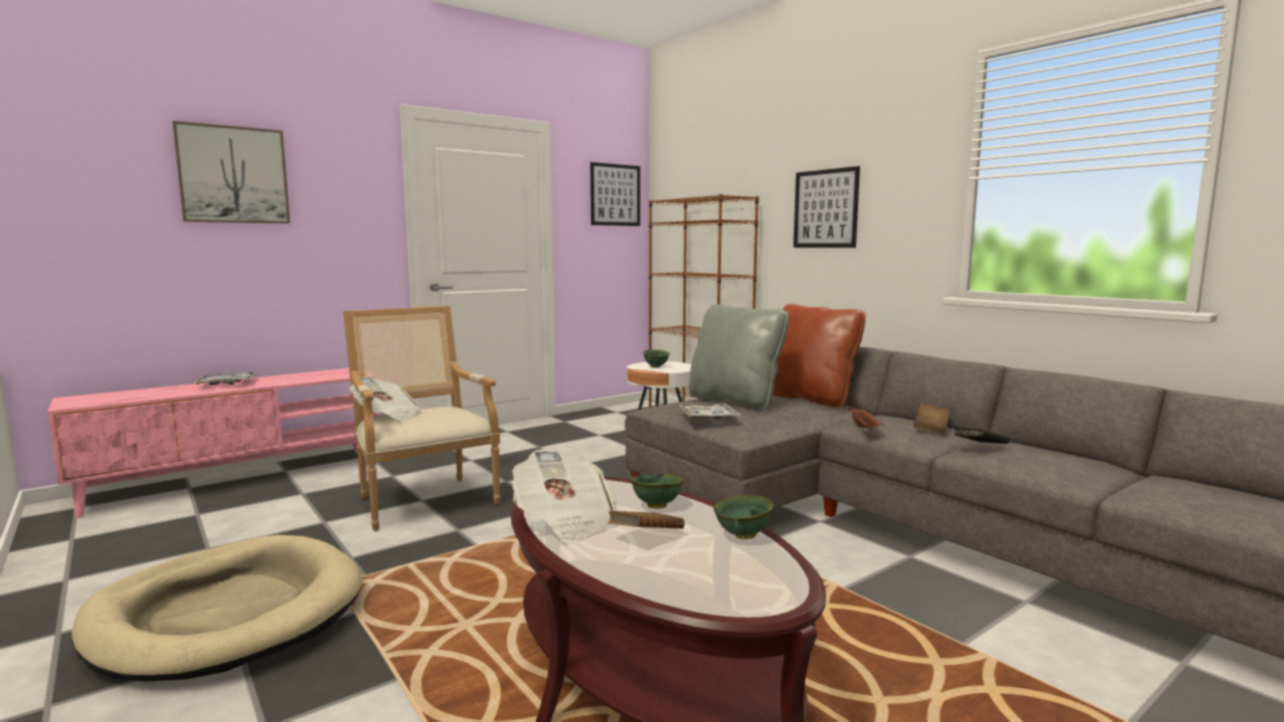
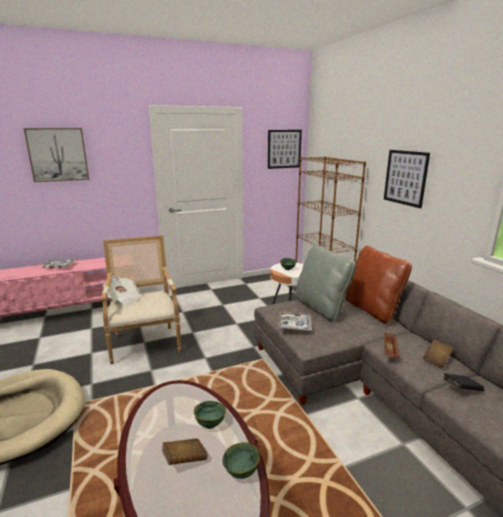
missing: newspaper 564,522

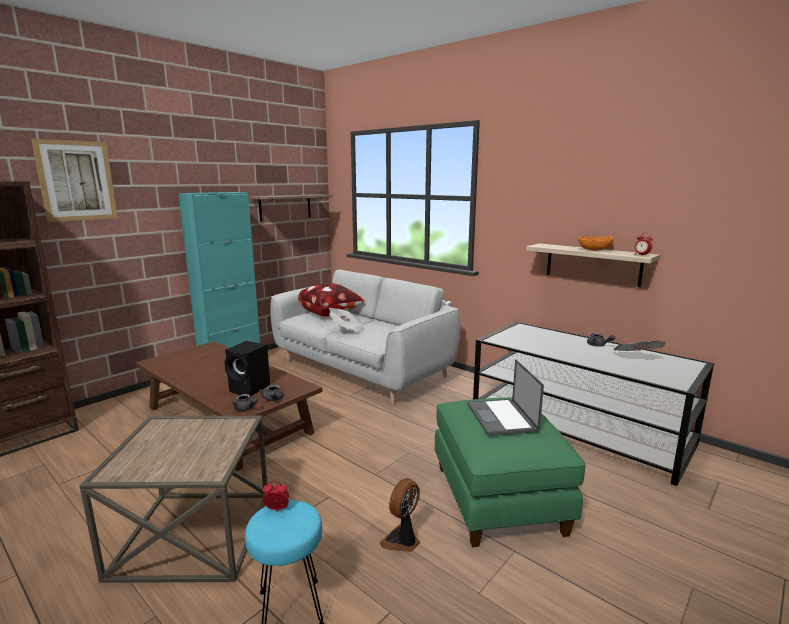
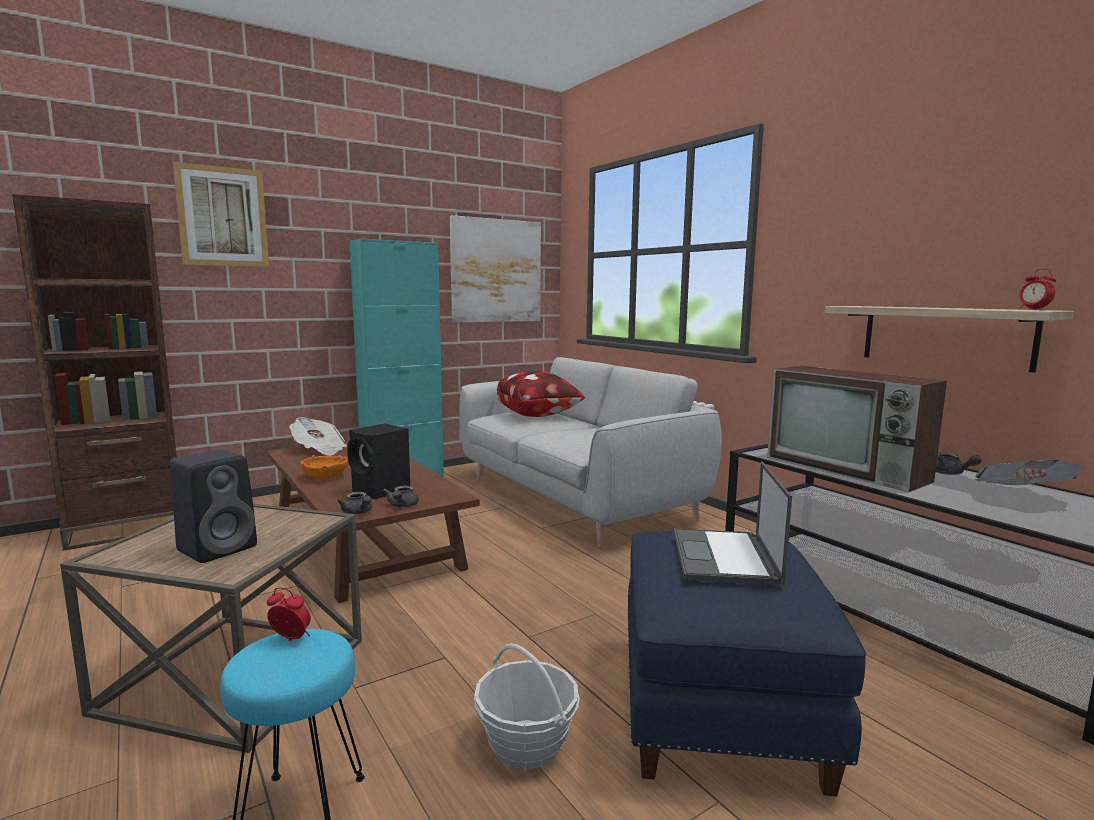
appeared: television 848,469; black speaker 219,548
relocated: orange bowl 594,250 to 325,477; newspaper 347,330 to 319,450
exchanged: shelf 285,207 to picture 496,271; fan 402,541 to basket 526,743
colour: green ottoman 499,499 to blue ottoman 721,707

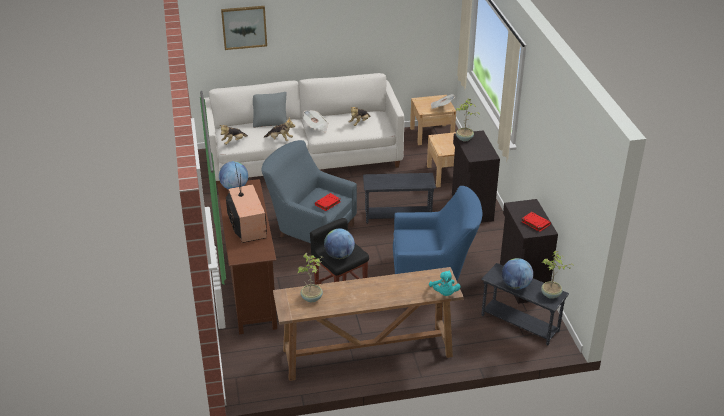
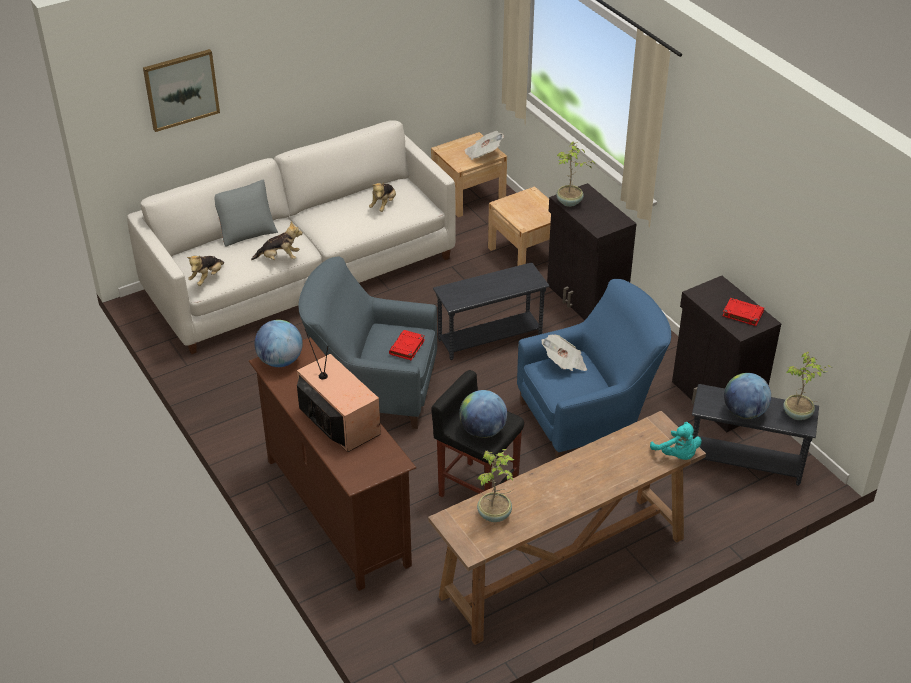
relocated: newspaper 316,127 to 564,363

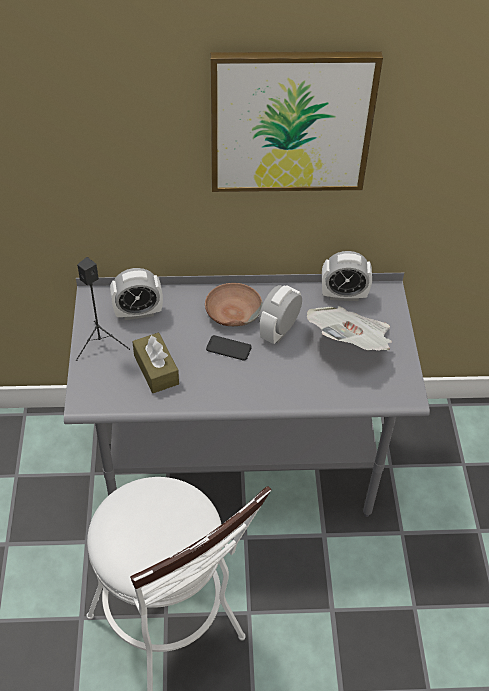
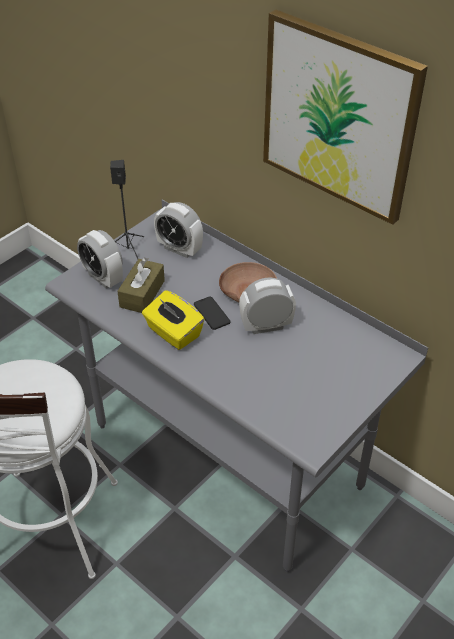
missing: newspaper 351,343
appeared: yellow tissue box 173,333
relocated: alarm clock 343,295 to 103,278

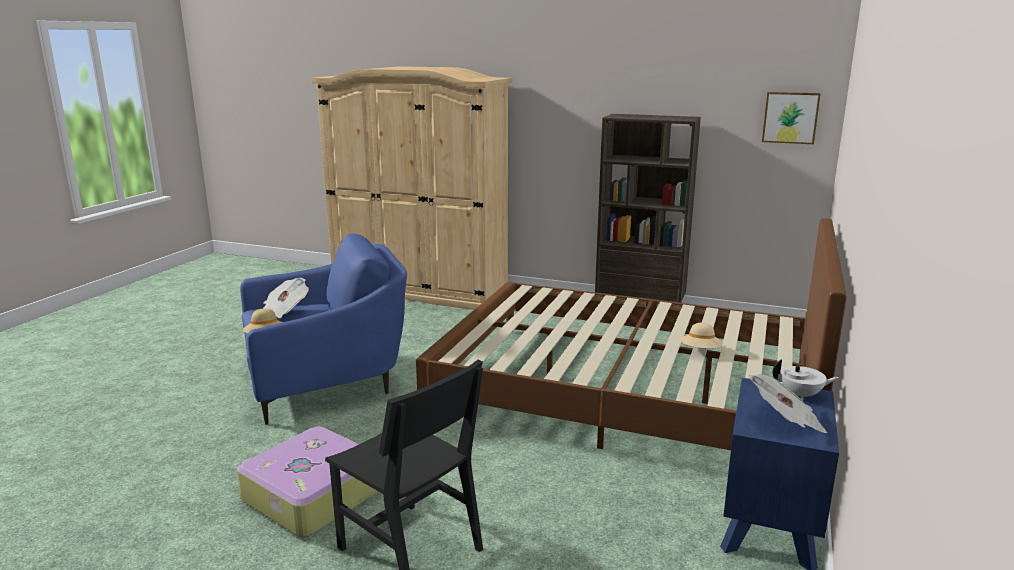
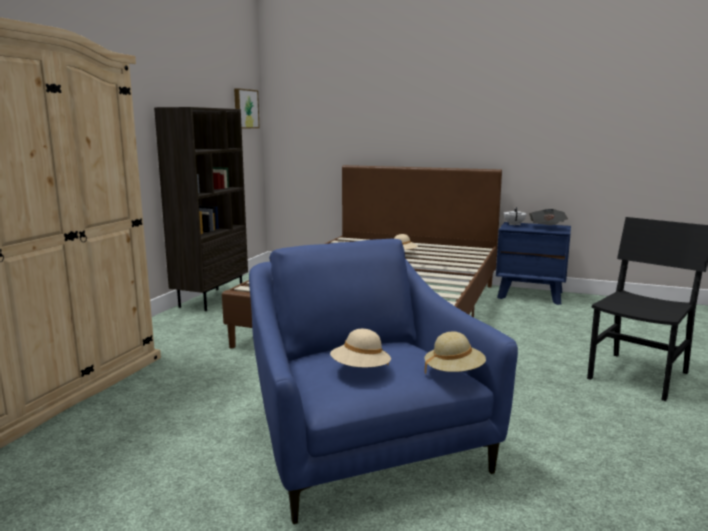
missing: suitcase 311,494
exchanged: newspaper 283,312 to beige hat 360,370

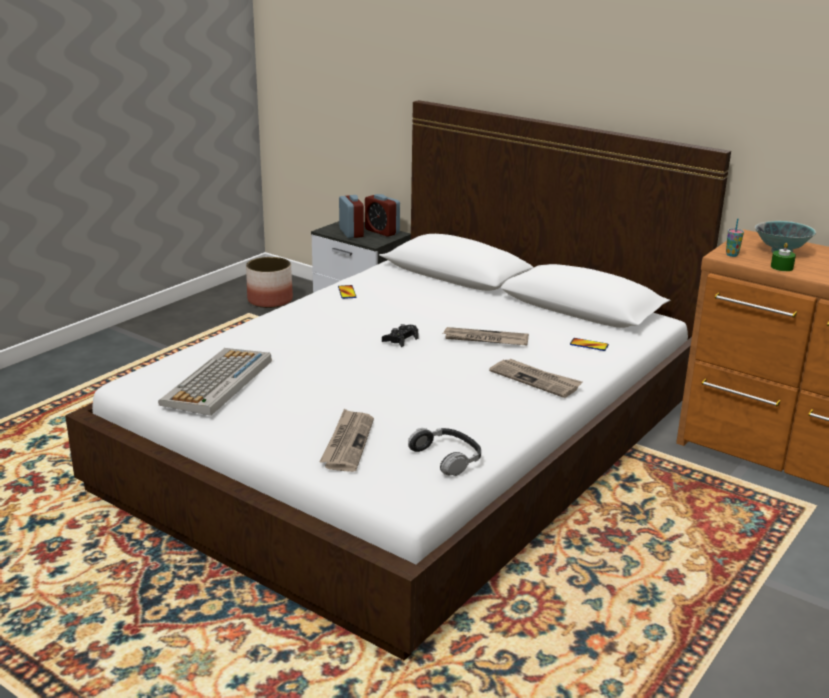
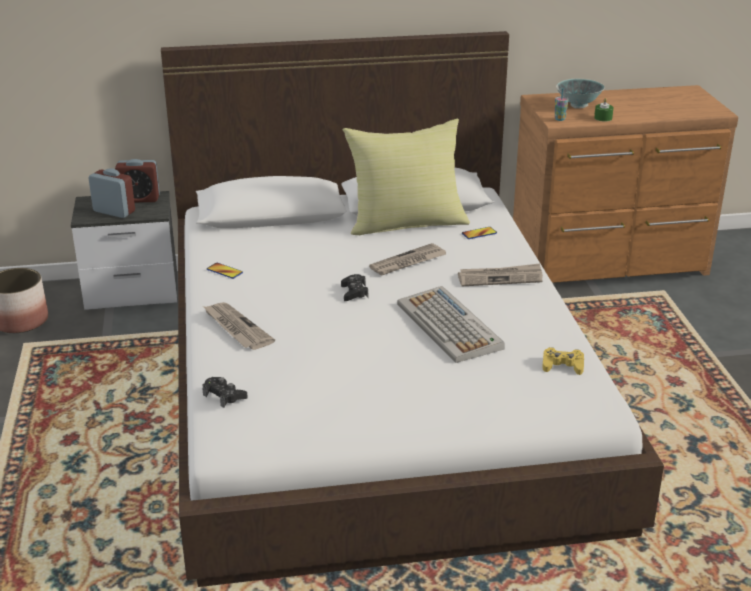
appeared: yellow pillow 406,223; black game controller 224,396
relocated: keyboard 218,383 to 450,326; newspaper 347,443 to 236,328
exchanged: headphones 447,457 to yellow game controller 562,365

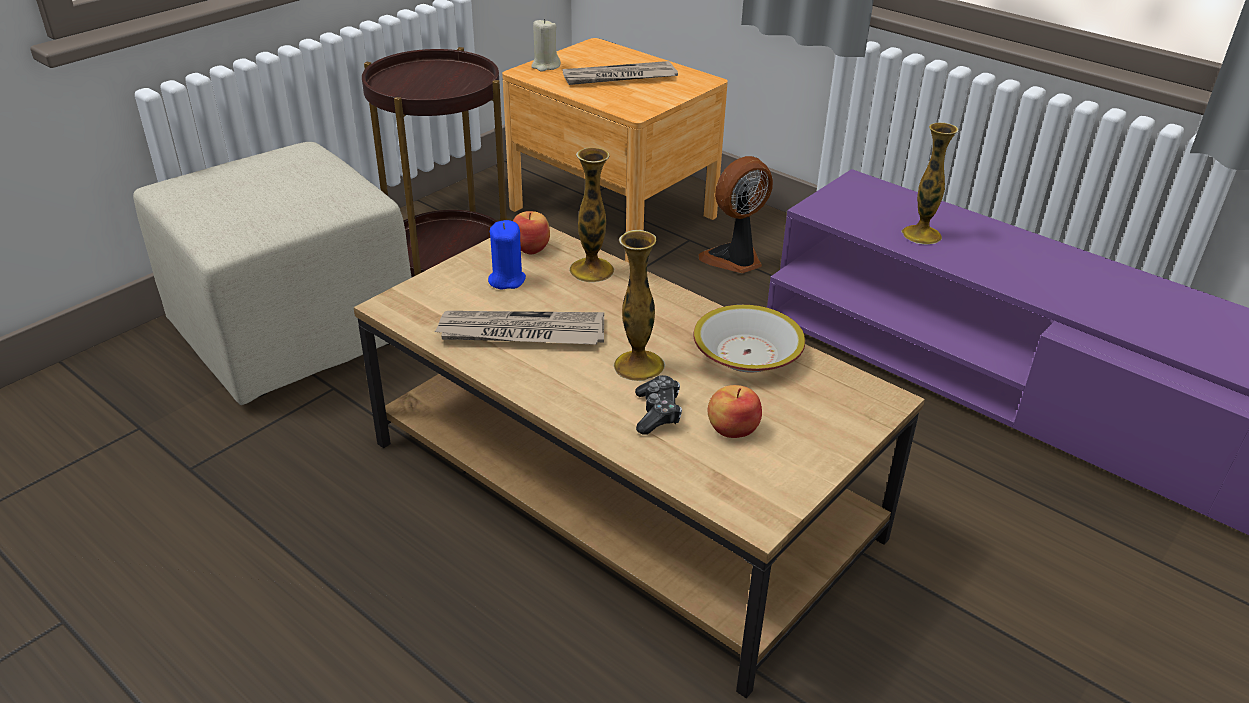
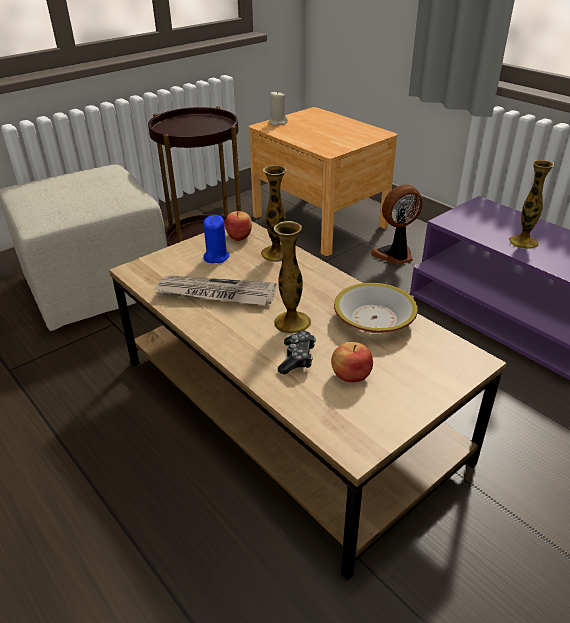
missing: newspaper 618,77

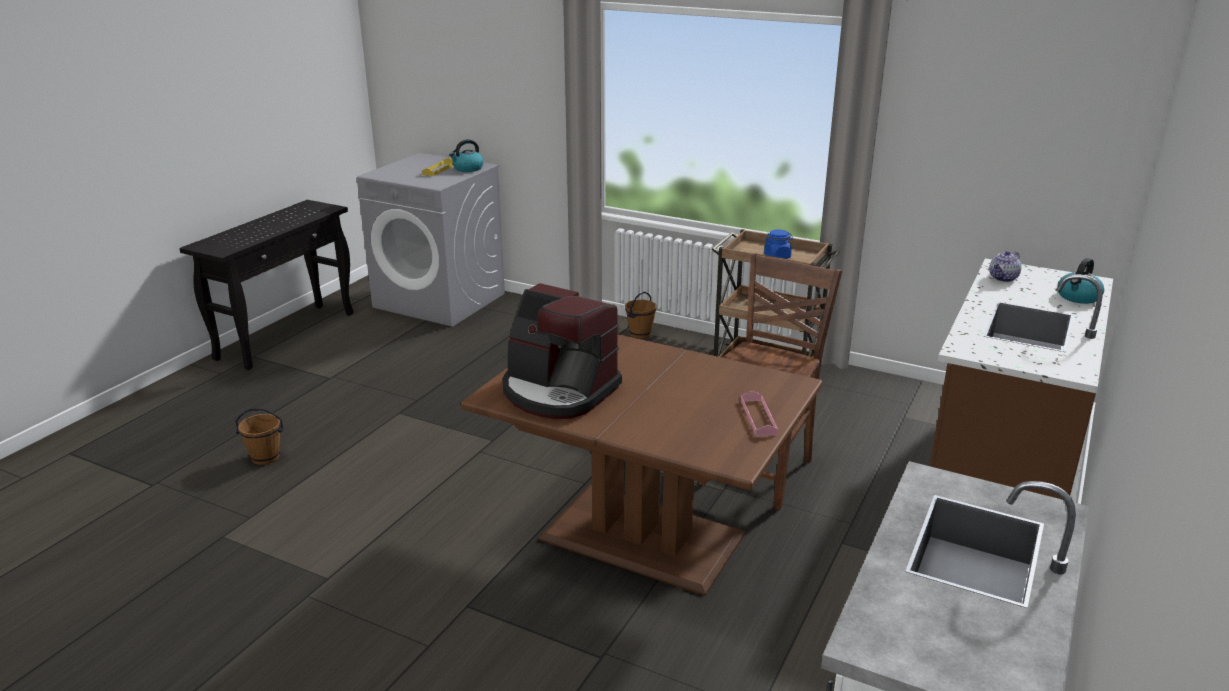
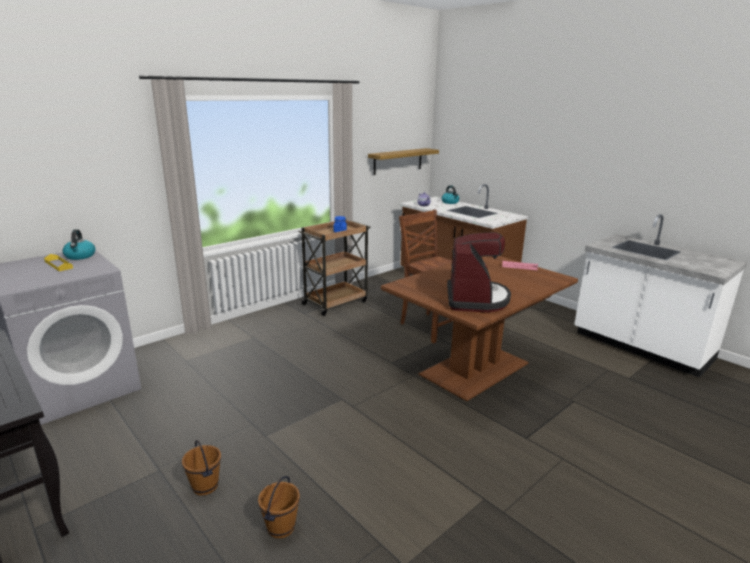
appeared: shelf 398,161
relocated: brown bucket 640,334 to 204,486
spun: coffee machine 558,391 = 476,299 45 degrees counterclockwise

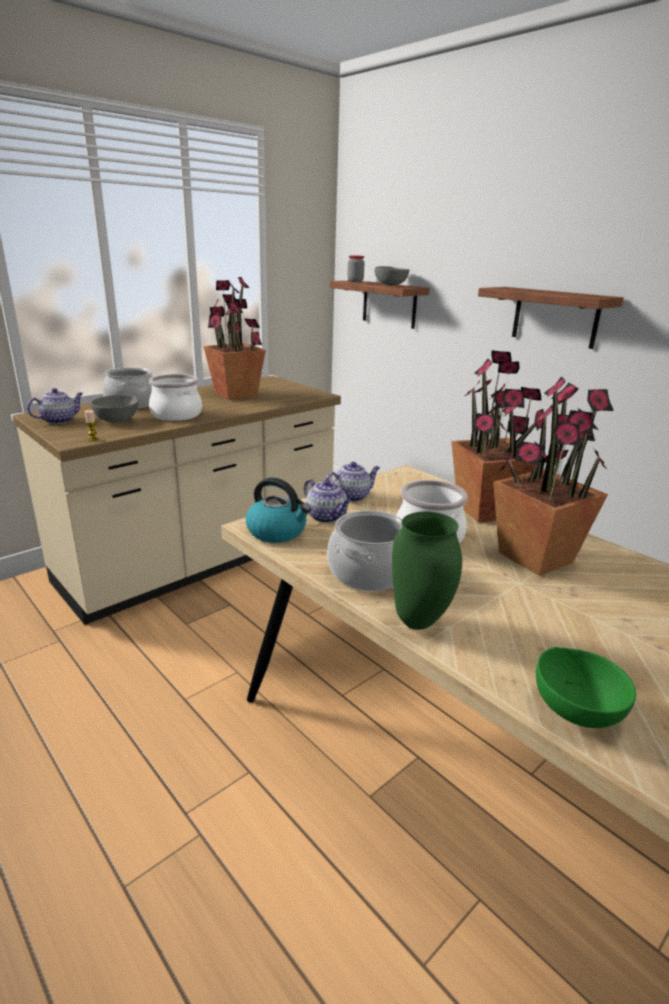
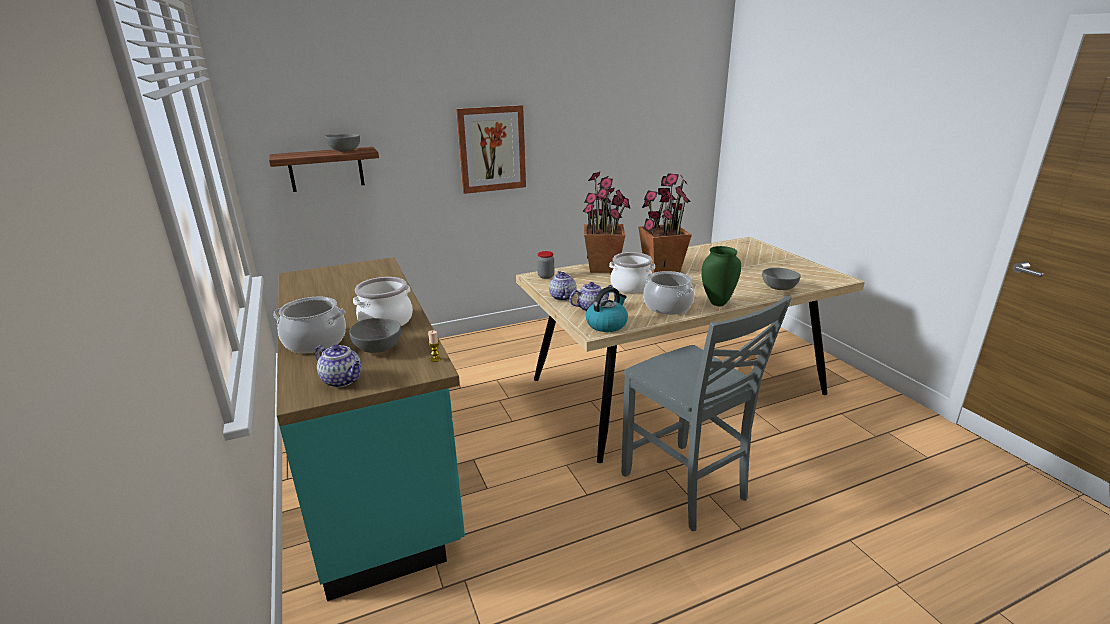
missing: potted plant 235,395
appeared: grey chair 685,487
relocated: jar 355,281 to 546,276
exchanged: shelf 555,317 to picture 492,149
colour: beige counter 202,559 to turquoise counter 379,470; green bowl 575,708 to grey bowl 777,288
spun: teapot 60,420 = 343,380 150 degrees clockwise

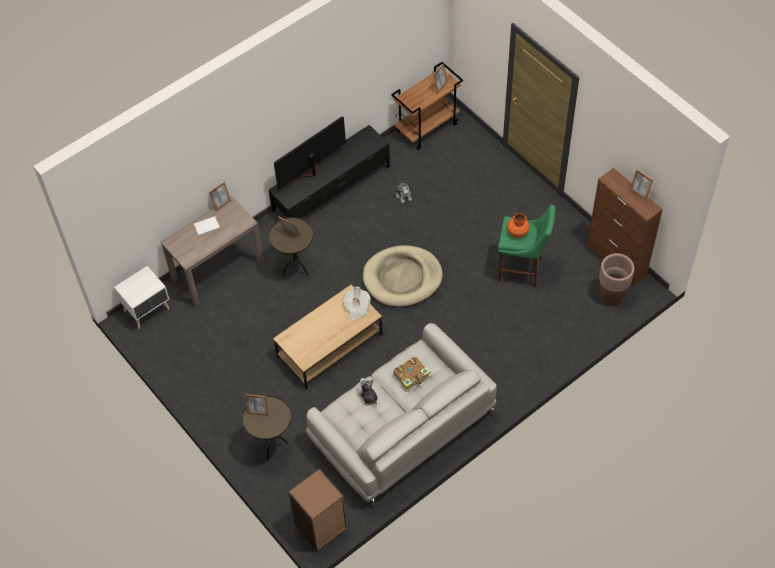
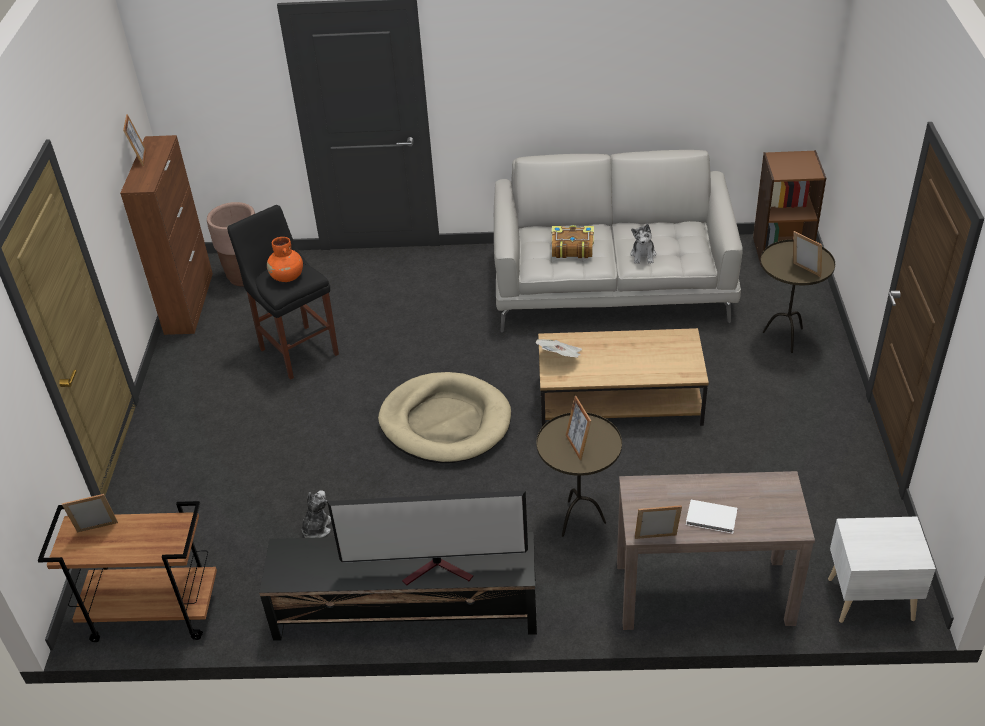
colour: green stool 522,270 to black stool 297,349

